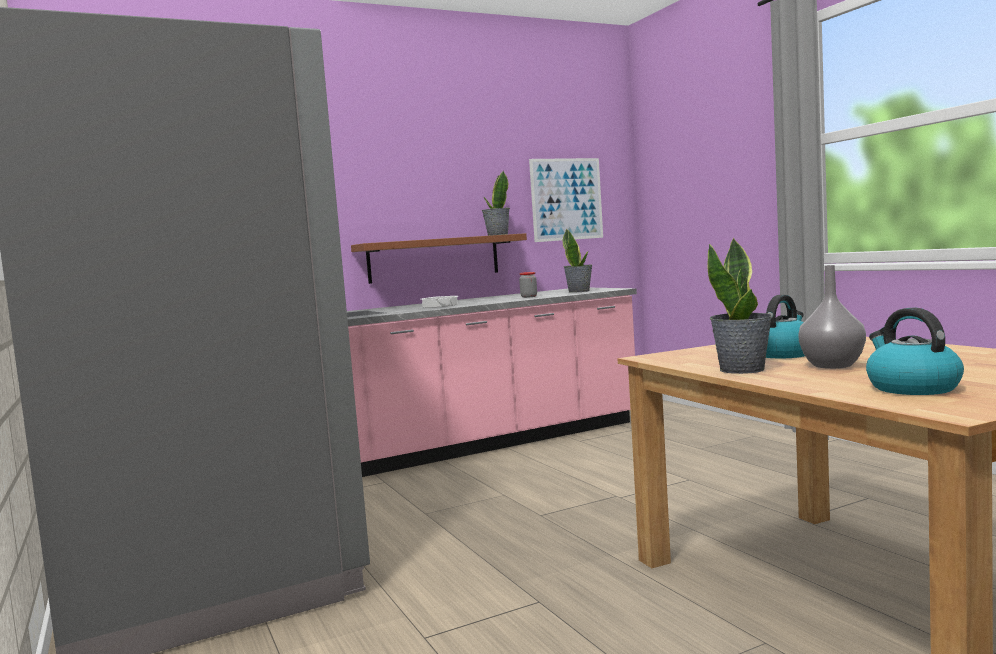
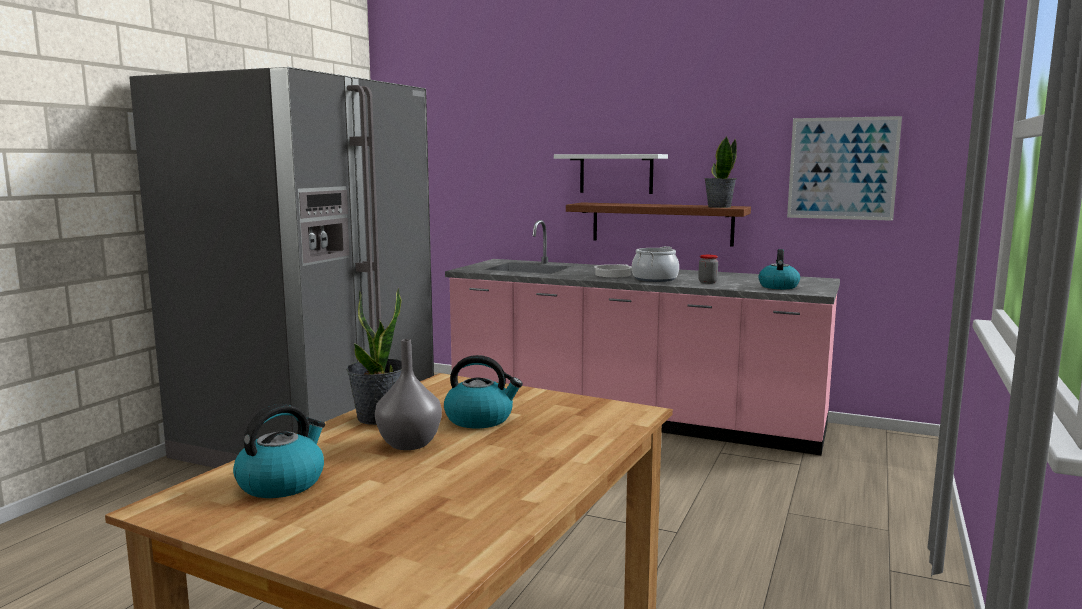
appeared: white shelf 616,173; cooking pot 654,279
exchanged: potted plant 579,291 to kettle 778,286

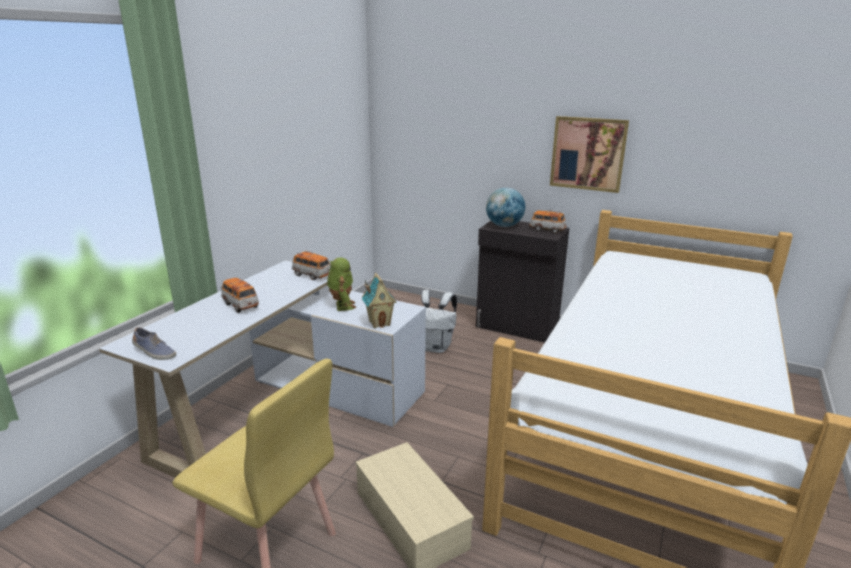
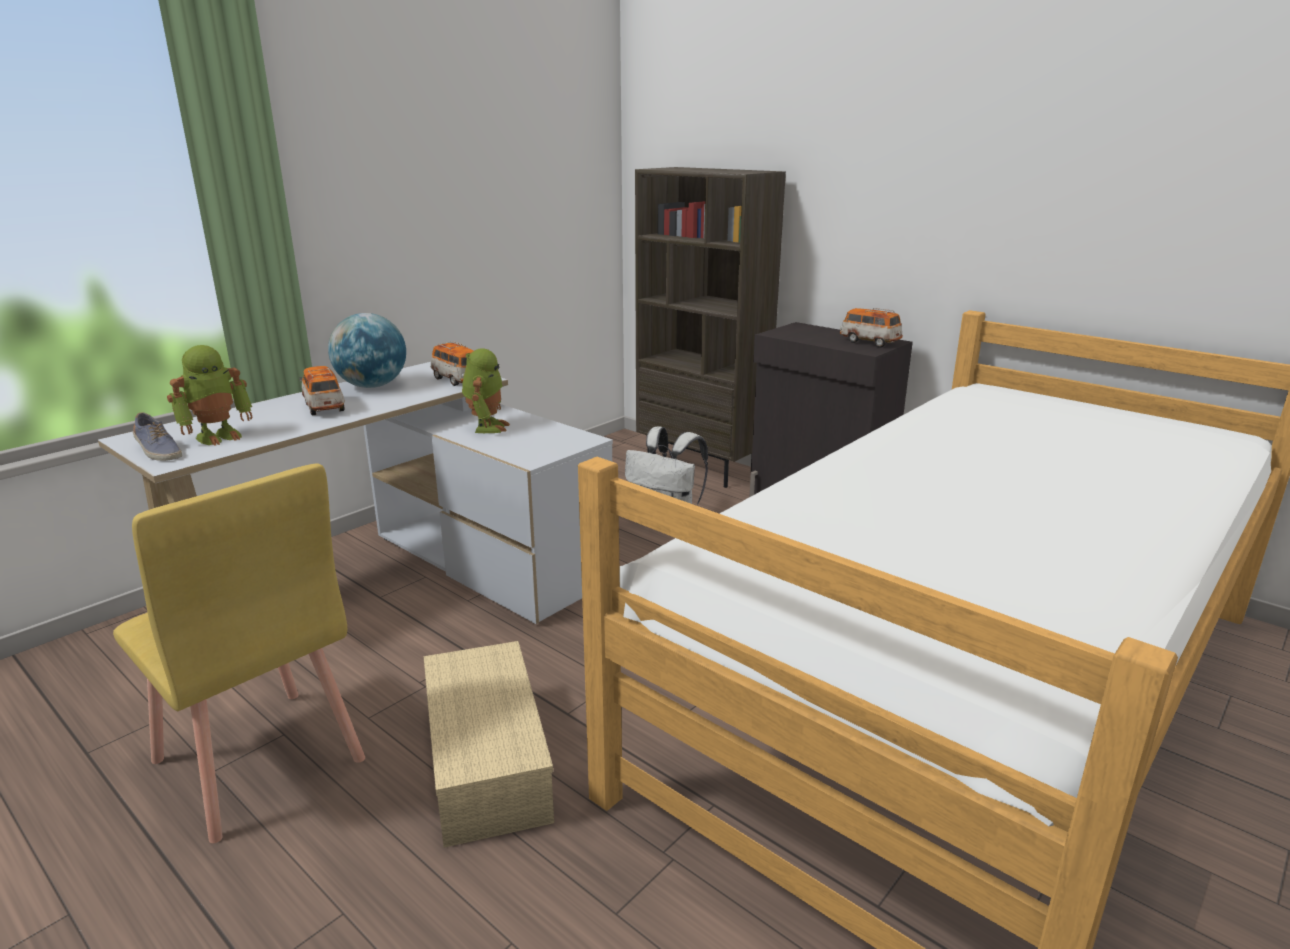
missing: picture 588,153; toy house 379,323
appeared: brown bookcase 701,467; toy robot 218,436
relocated: globe 504,226 to 372,386

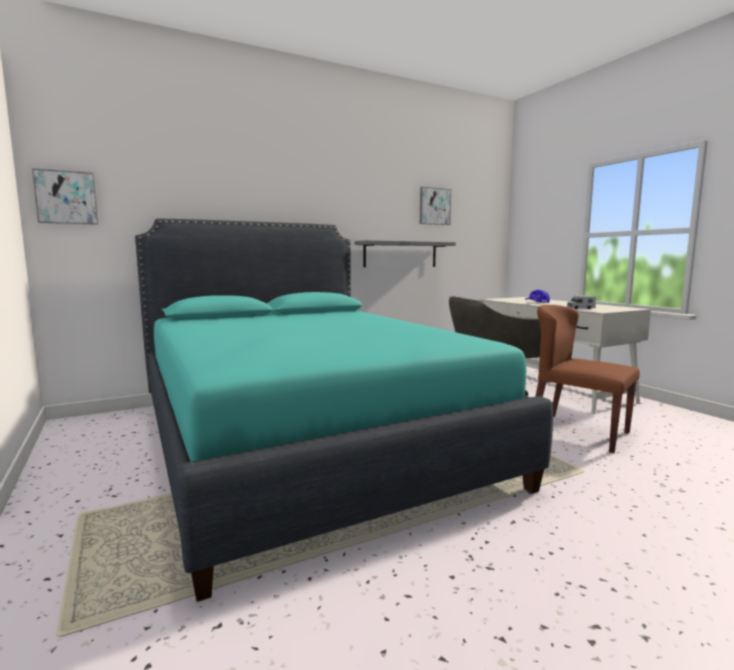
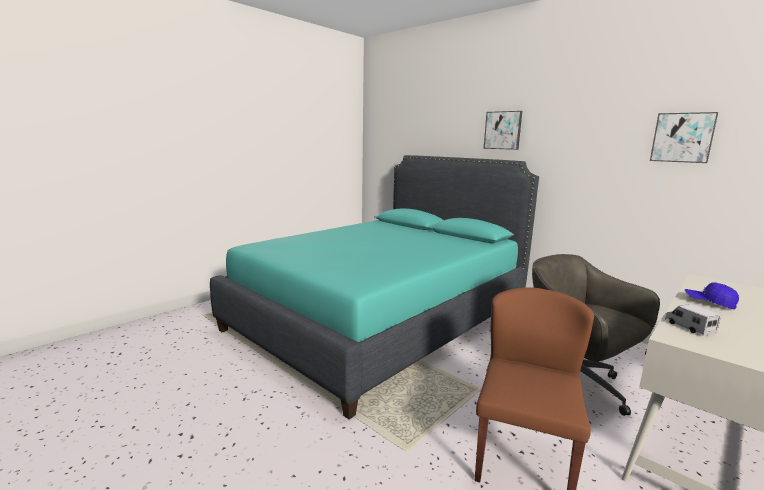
missing: grey shelf 400,254
relocated: picture 66,197 to 503,130

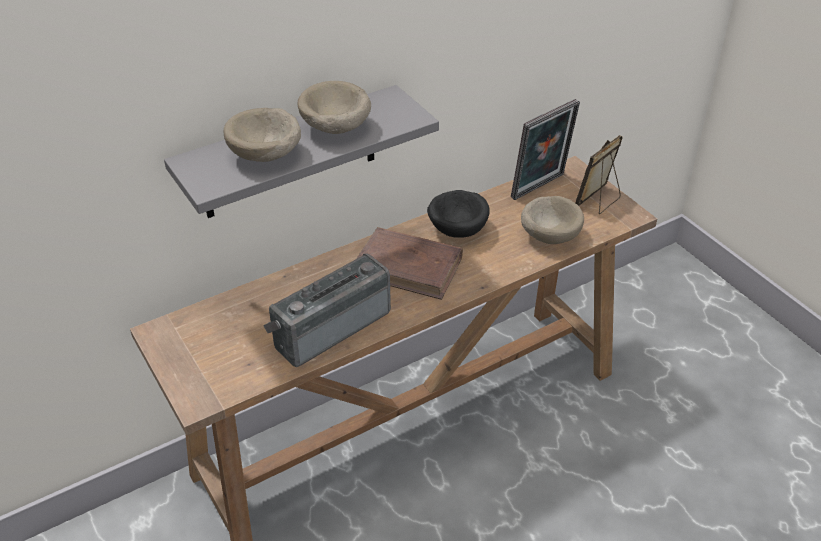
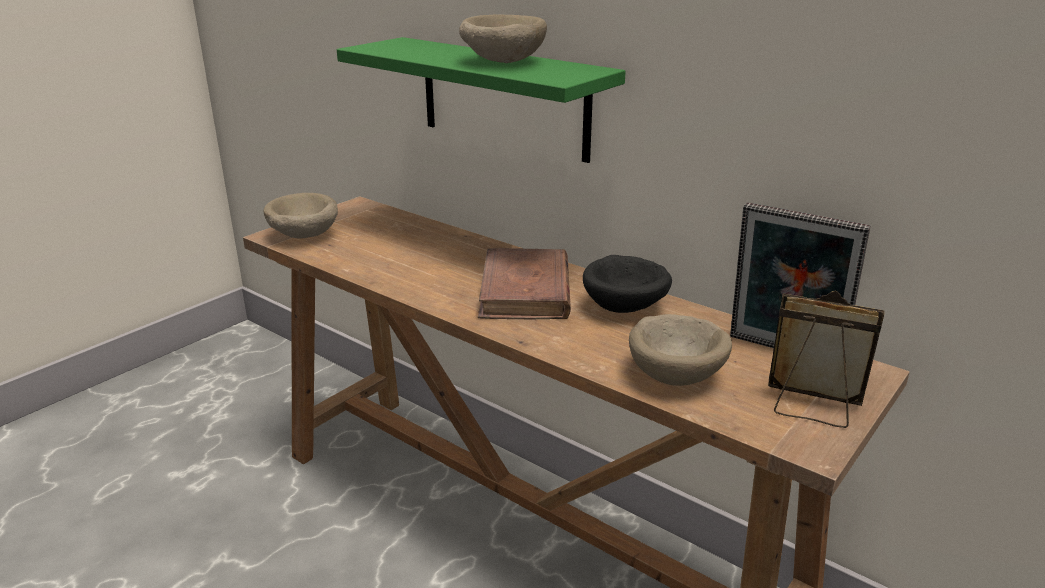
missing: radio 329,326
relocated: beige bowl 266,156 to 303,236
colour: grey shelf 289,154 to green shelf 503,98

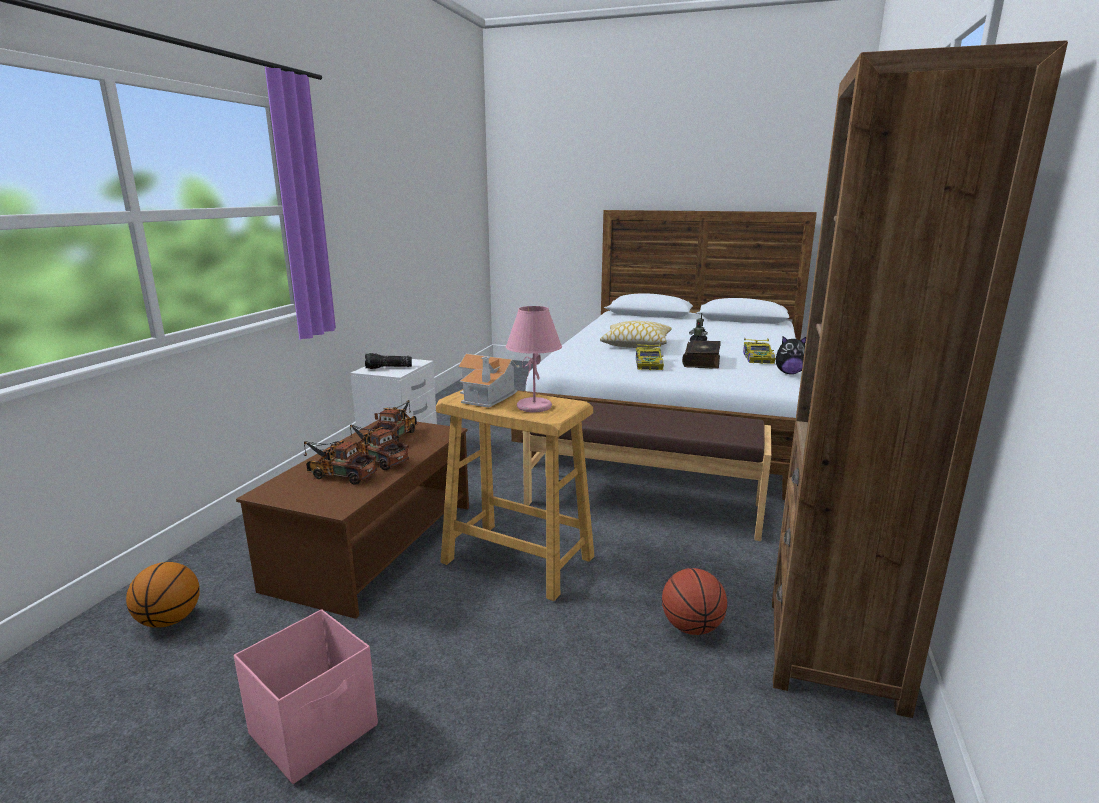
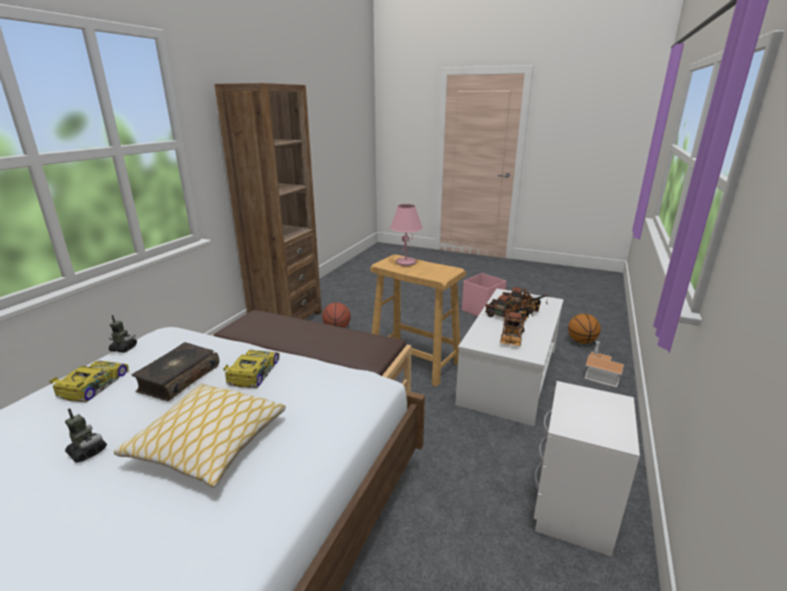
missing: flashlight 388,368
relocated: toy house 487,396 to 599,374
exchanged: plush toy 789,373 to toy robot 124,348
colour: brown coffee table 375,544 to white coffee table 509,376

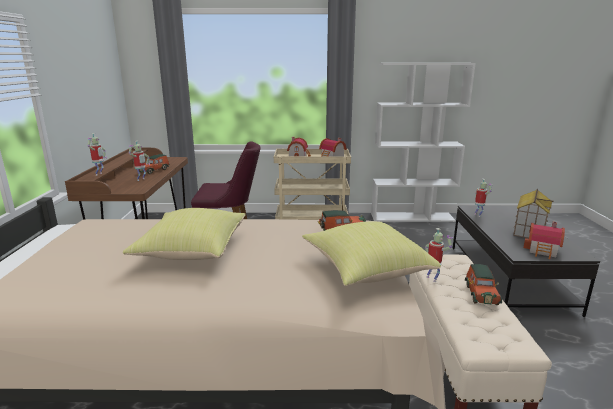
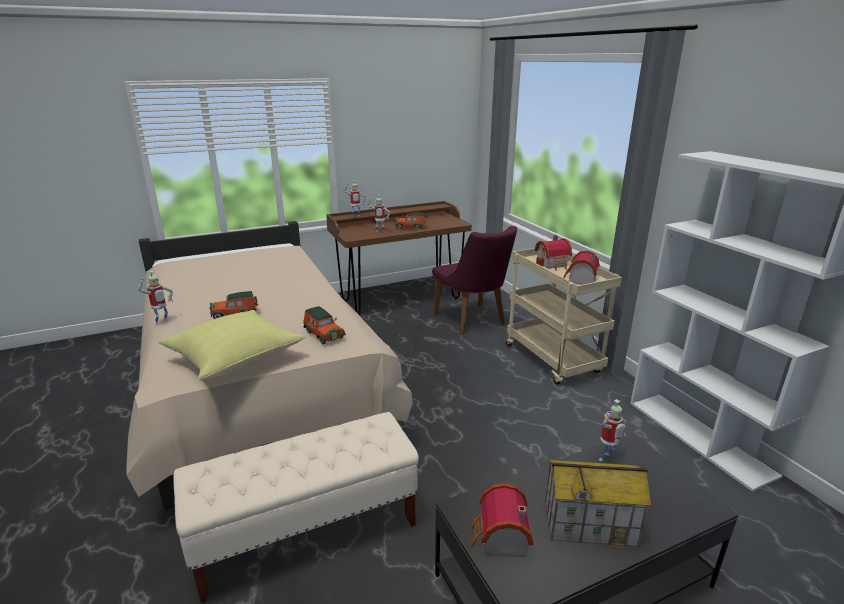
missing: yellow pillow 192,251
relocated: toy robot 433,278 to 162,322; toy car 480,293 to 235,314

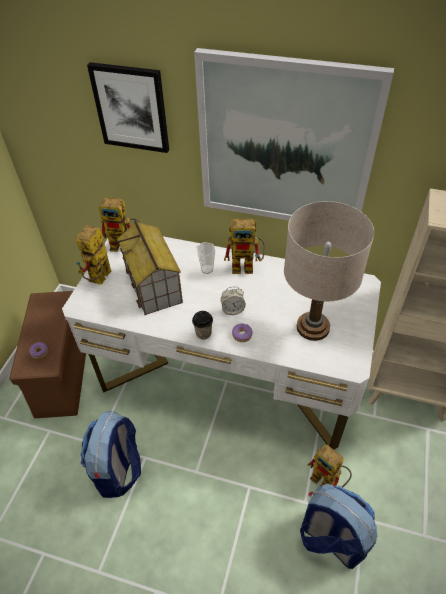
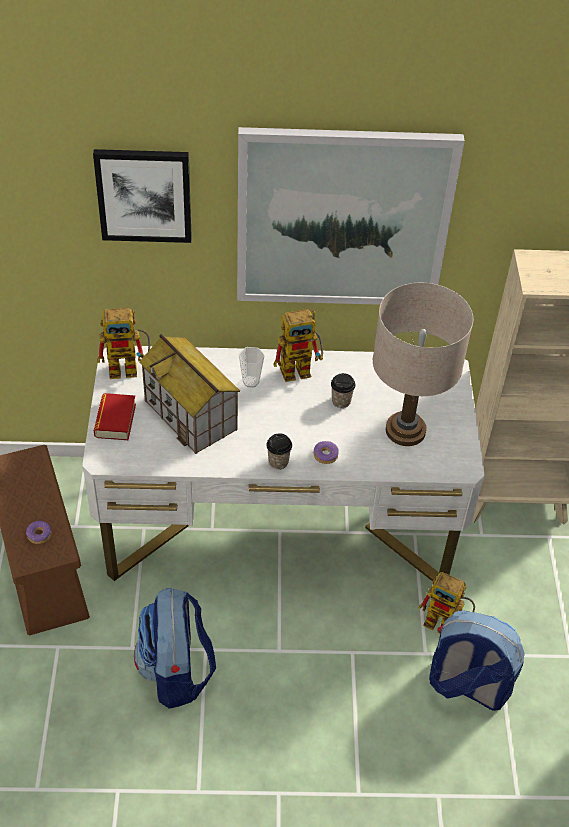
missing: alarm clock 233,310
appeared: cup 341,401
exchanged: toy robot 99,280 to book 115,420

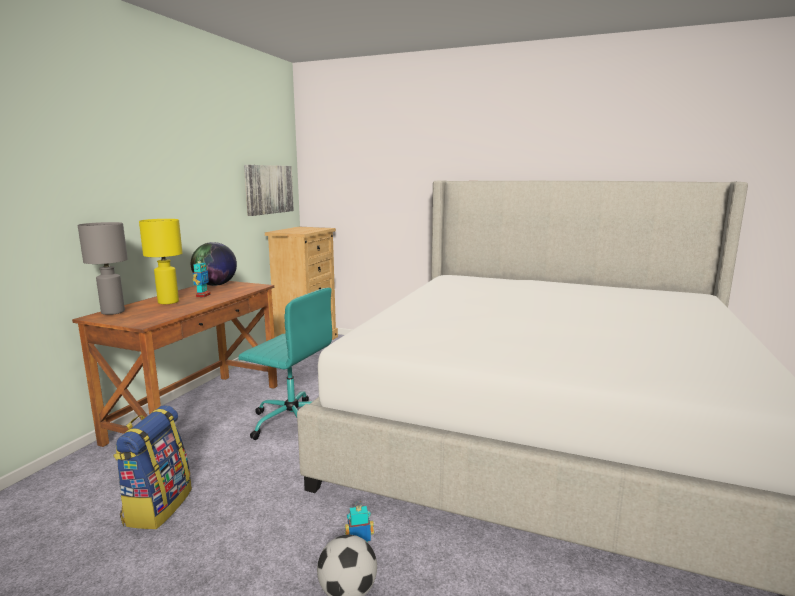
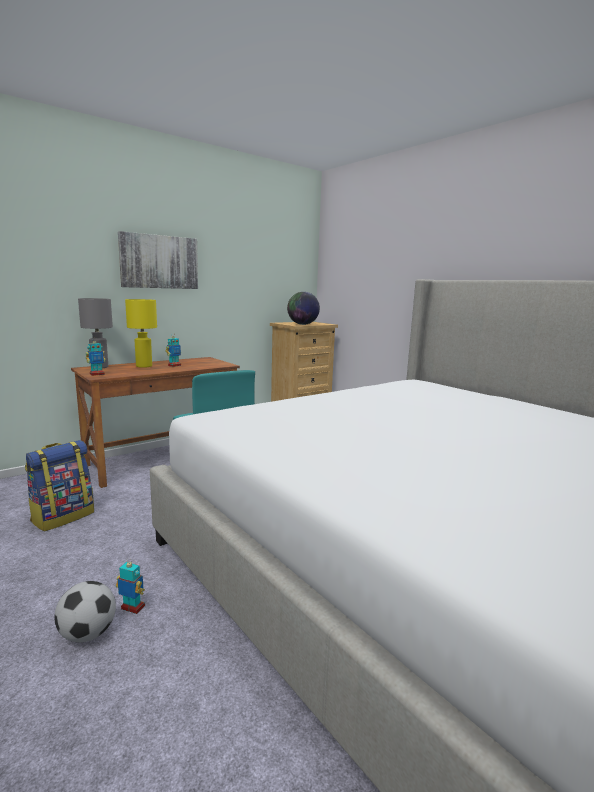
appeared: toy robot 97,374
relocated: picture 268,189 to 159,262; globe 215,285 to 302,324

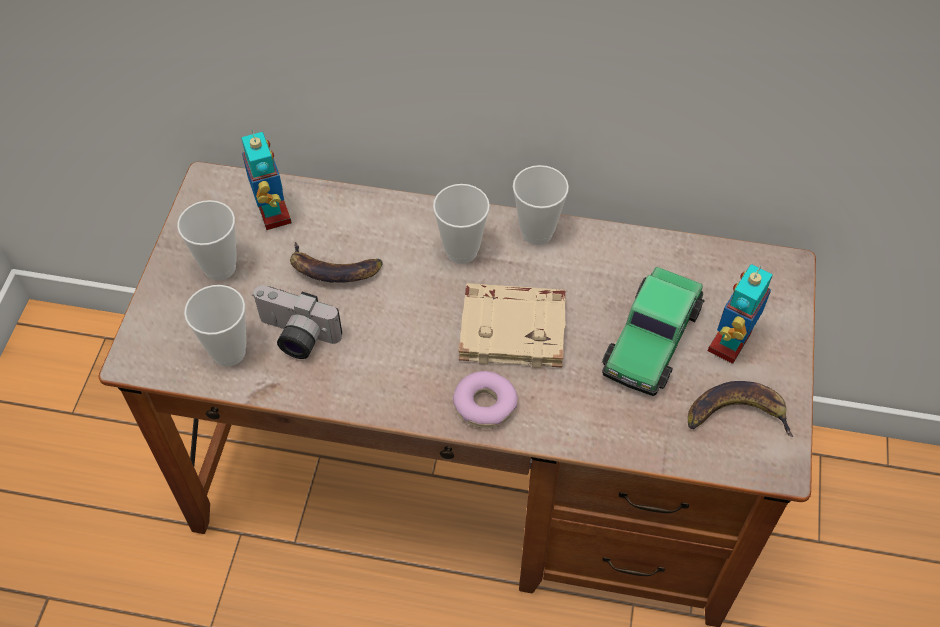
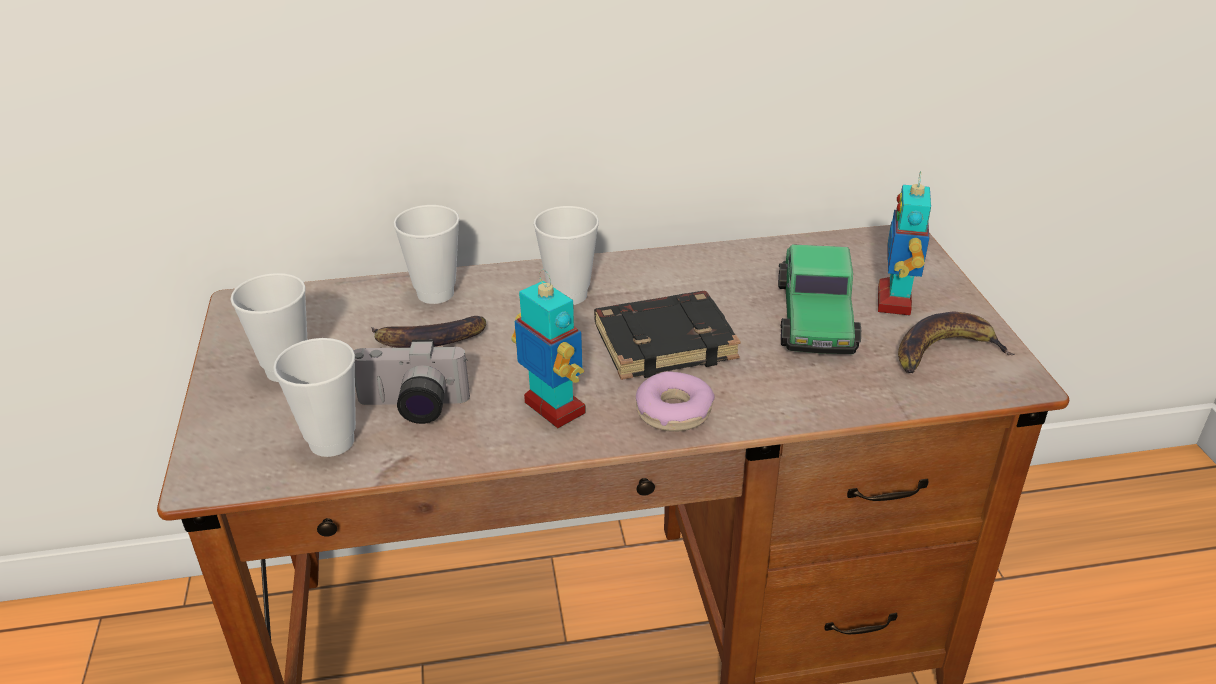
relocated: toy robot 272,213 to 553,409; cup 537,232 to 435,293
colour: beige book 514,329 to black book 665,341

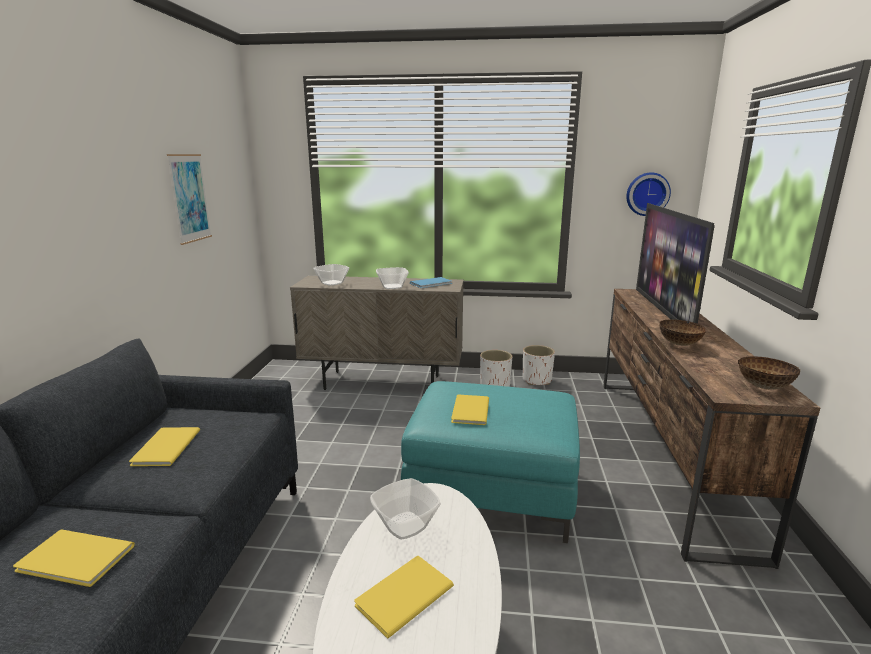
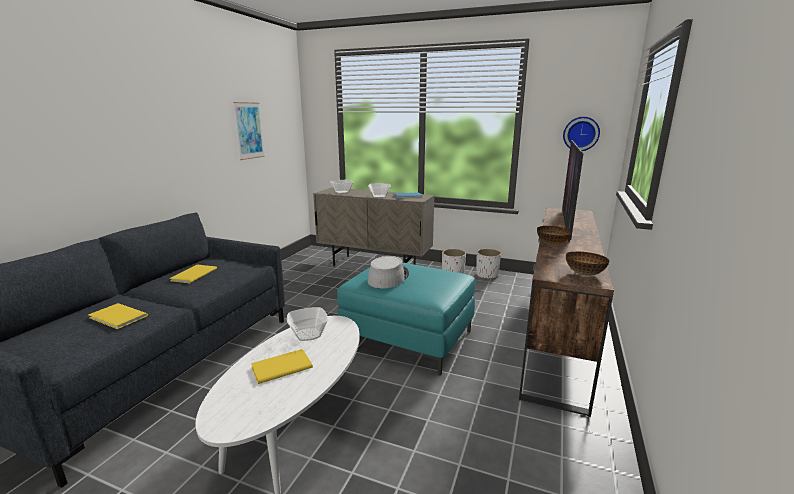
exchanged: yellow book 469,411 to grey hat 388,277

